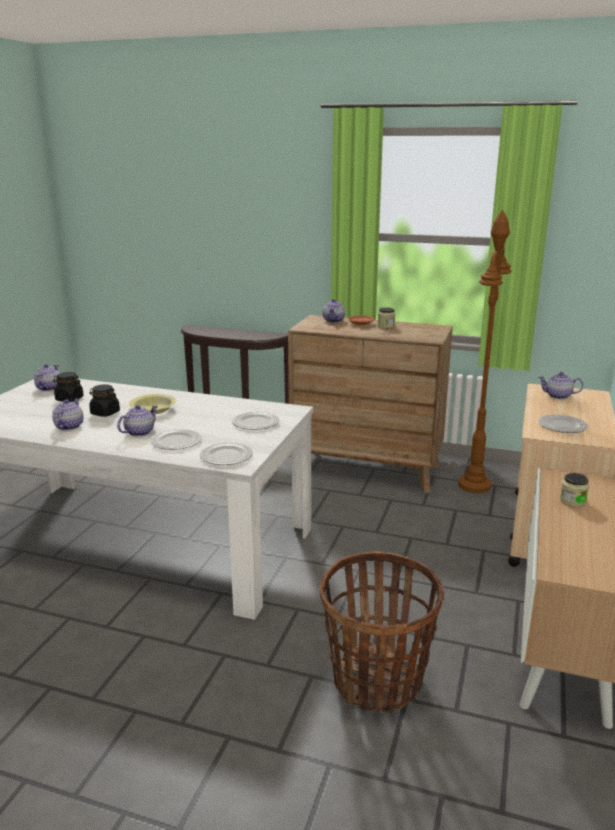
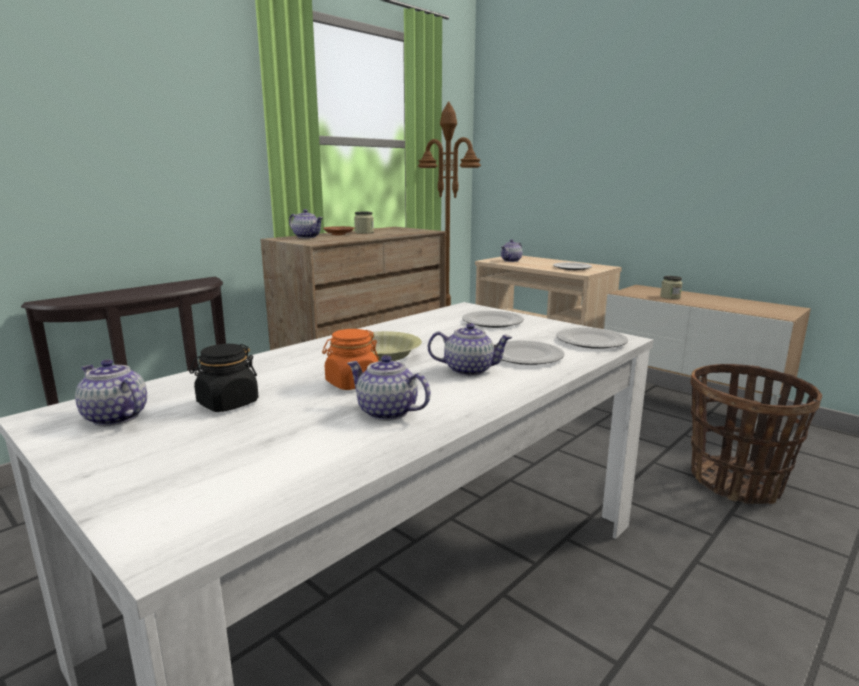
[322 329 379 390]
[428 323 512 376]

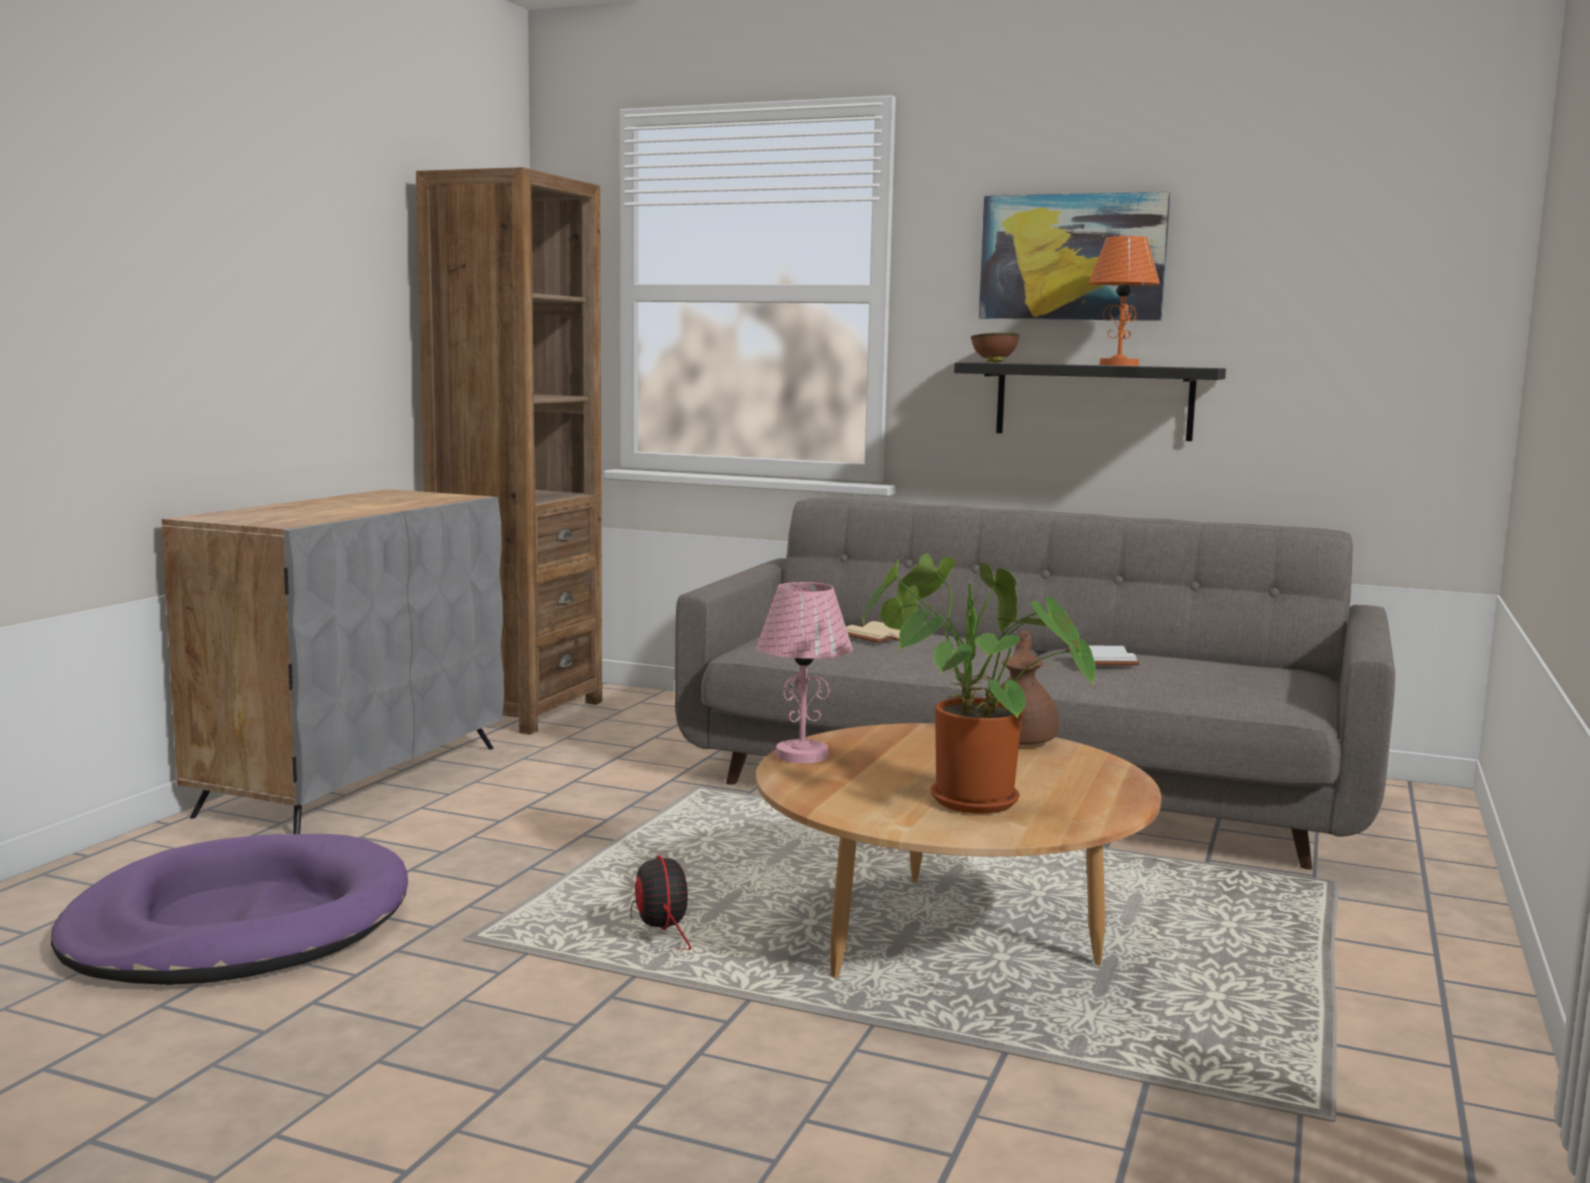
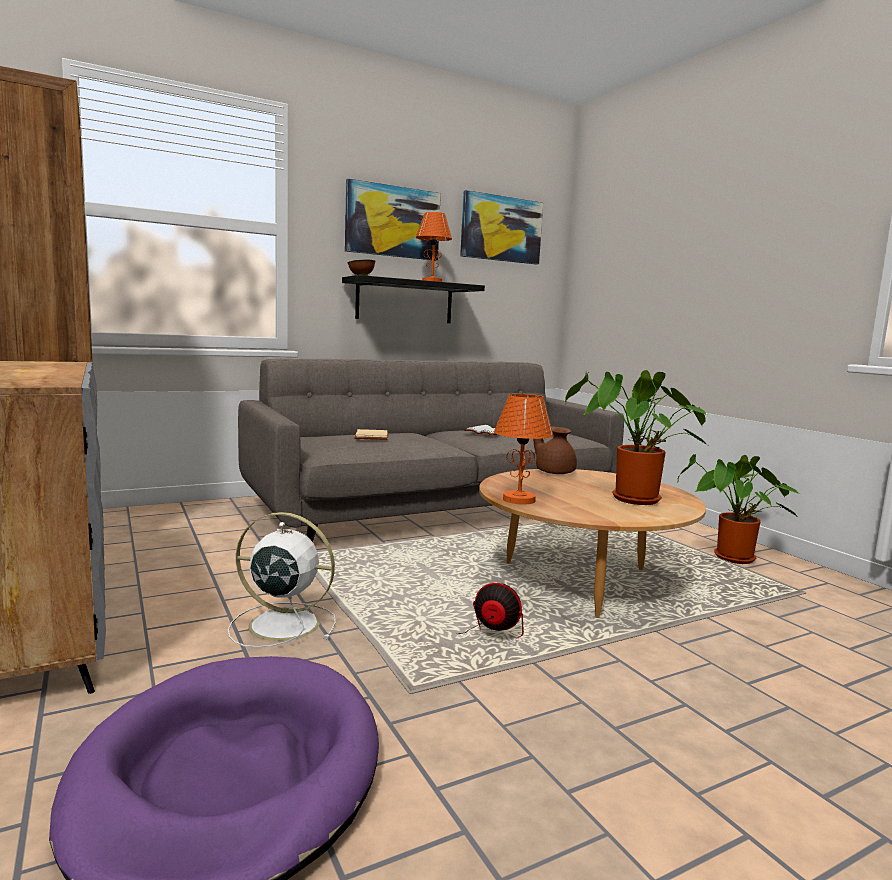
[494 394 554 504]
[460 190 543 264]
[678 454 799 564]
[228 512 336 648]

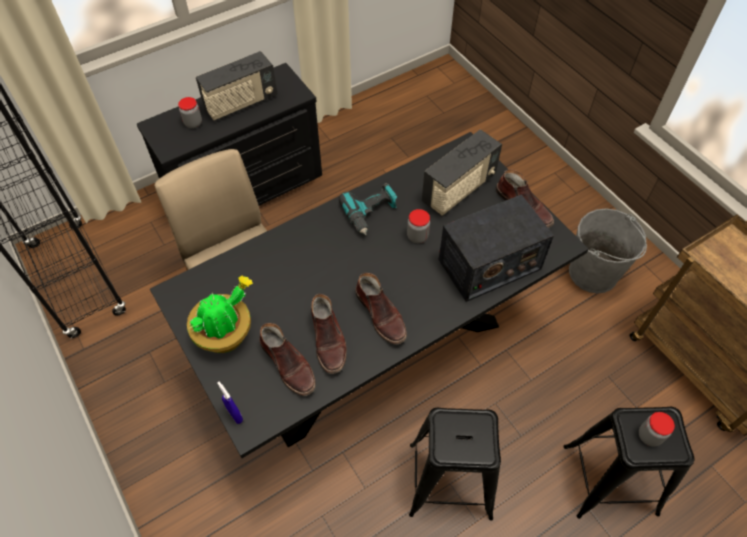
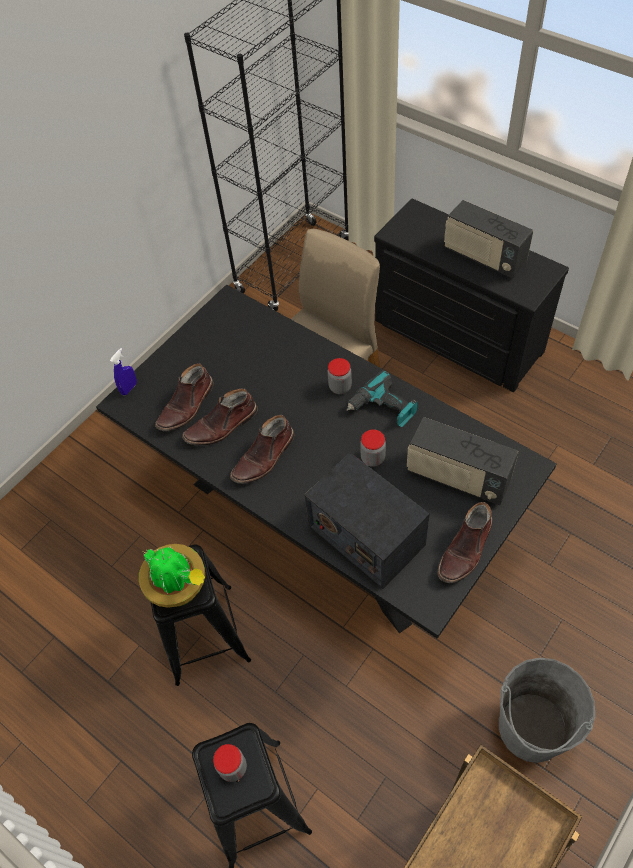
[328 358 352 394]
[139 544 205 608]

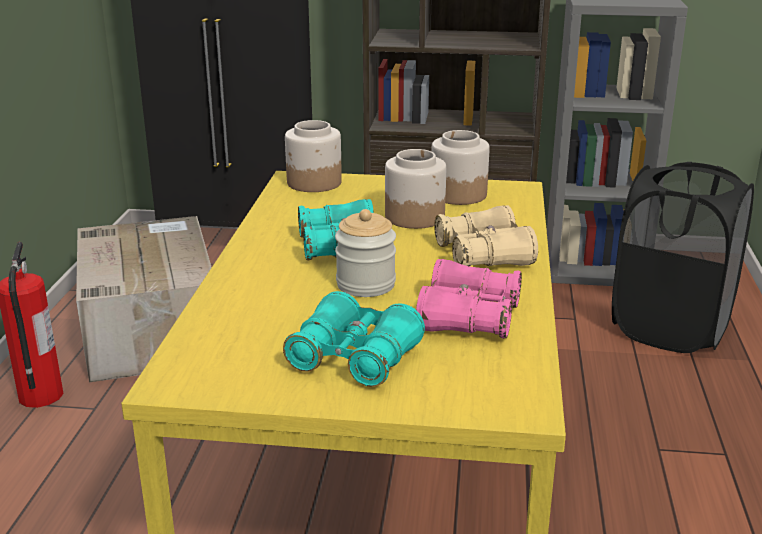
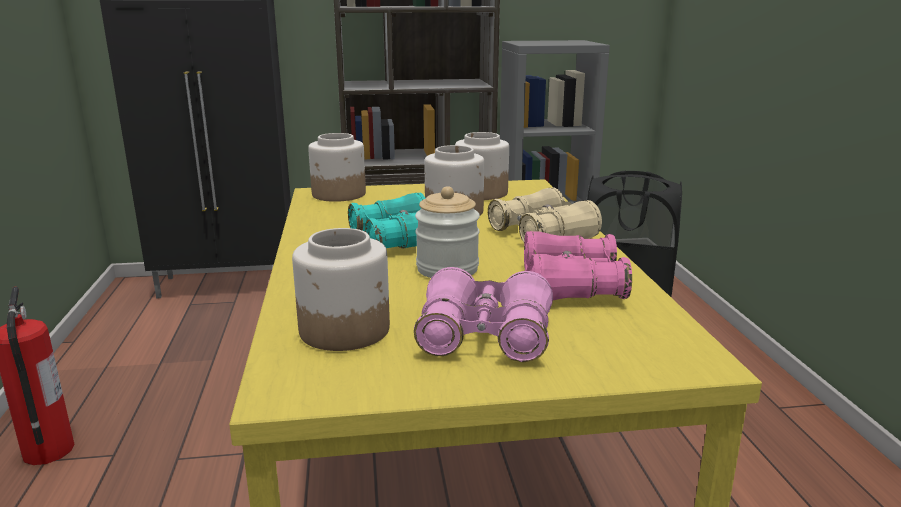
[76 216 212 382] (first image)
[414 267 553 362]
[292 228 390 351]

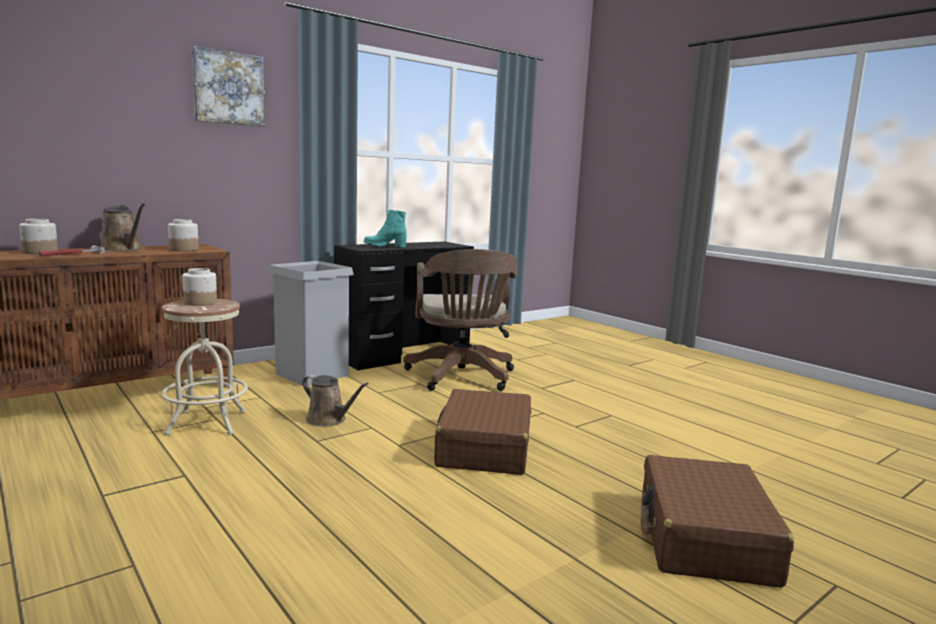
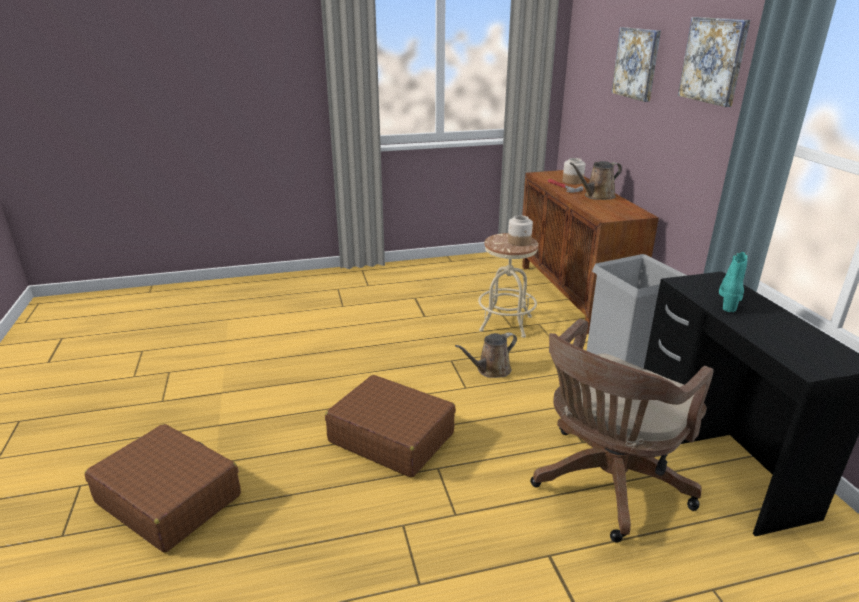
[168 219 199 251] (first image)
[530 319 714 543]
[611 27 661 102]

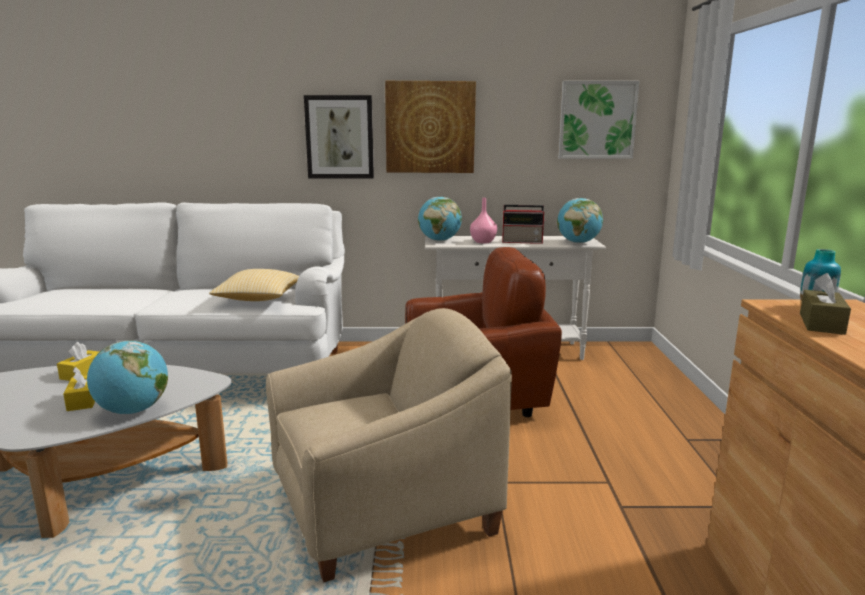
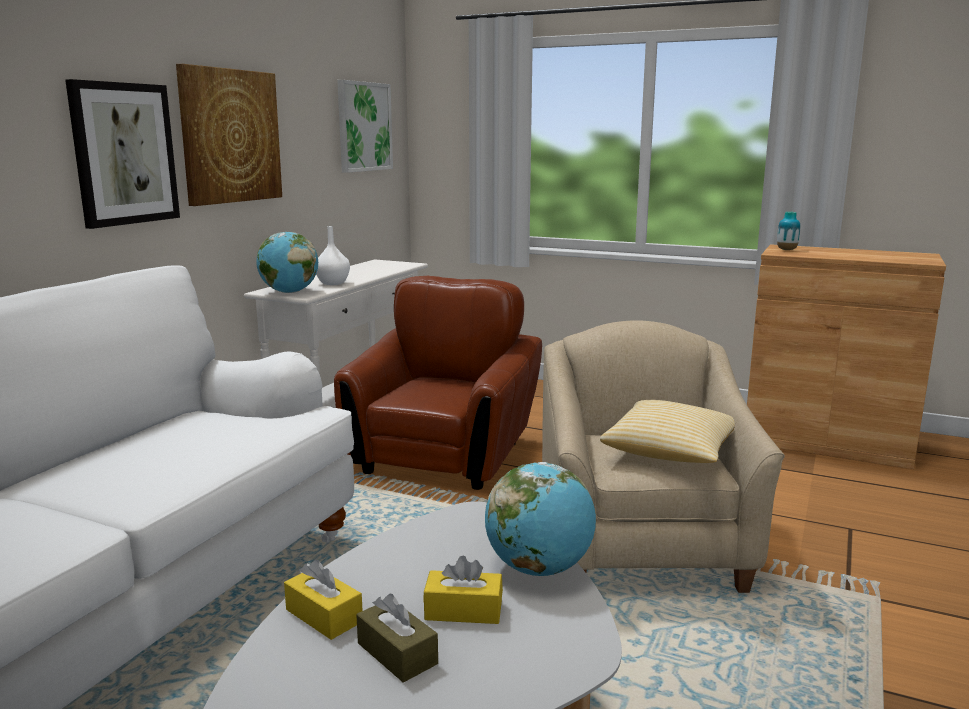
[316 226 350 285]
[557 198 603 243] (first image)
[502 205 546 244] (first image)
[600 400 735 463]
[356 594 438 683]

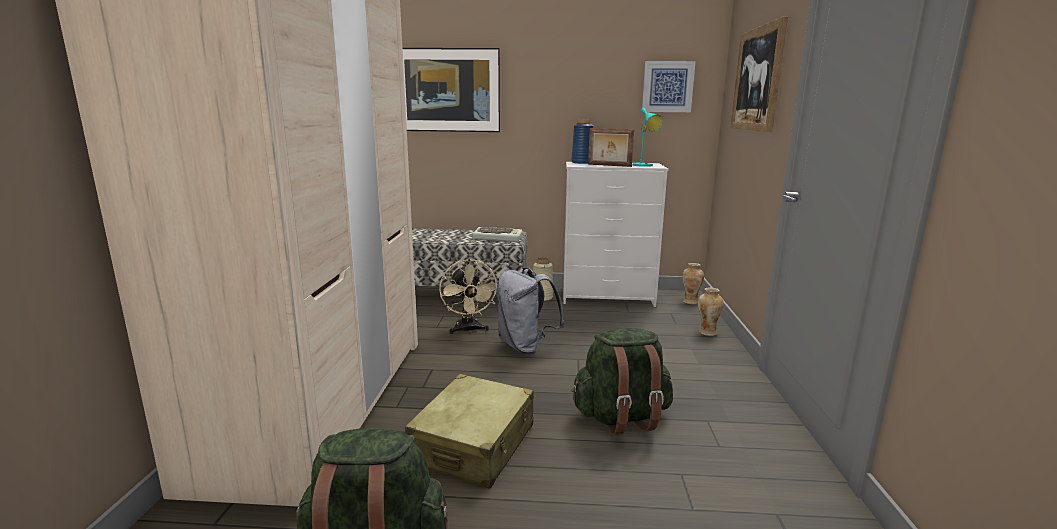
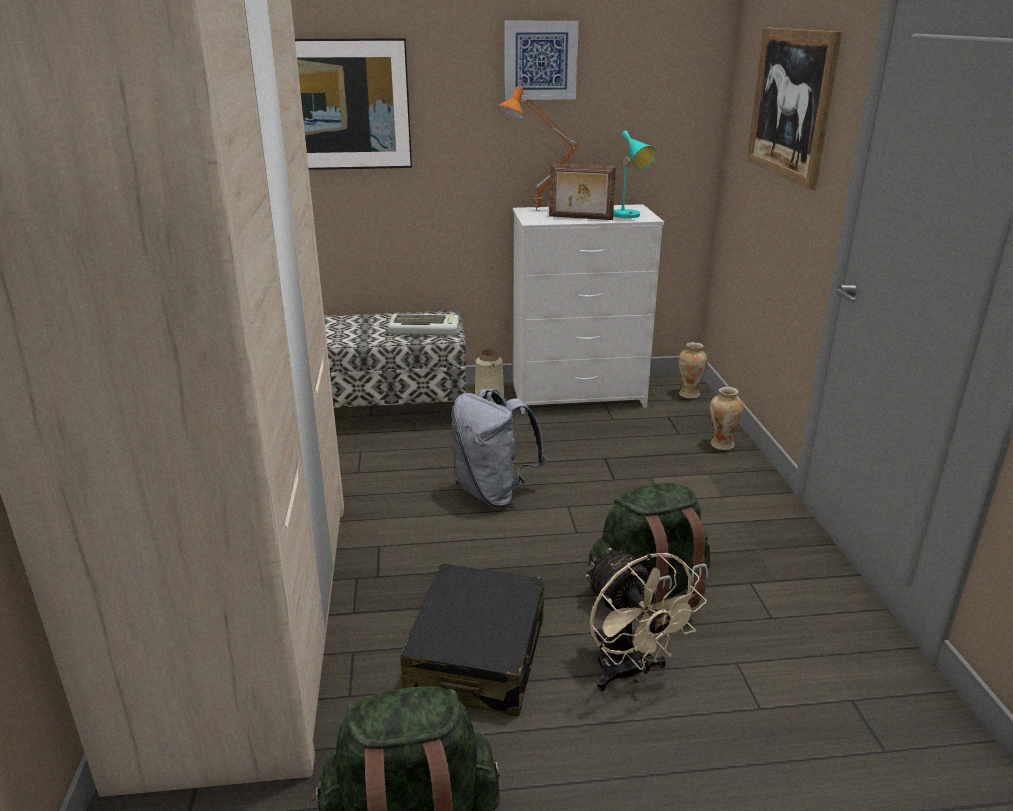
[505 21 579 100]
[497 86 579 211]
[586 548 707 691]
[400 564 545 716]

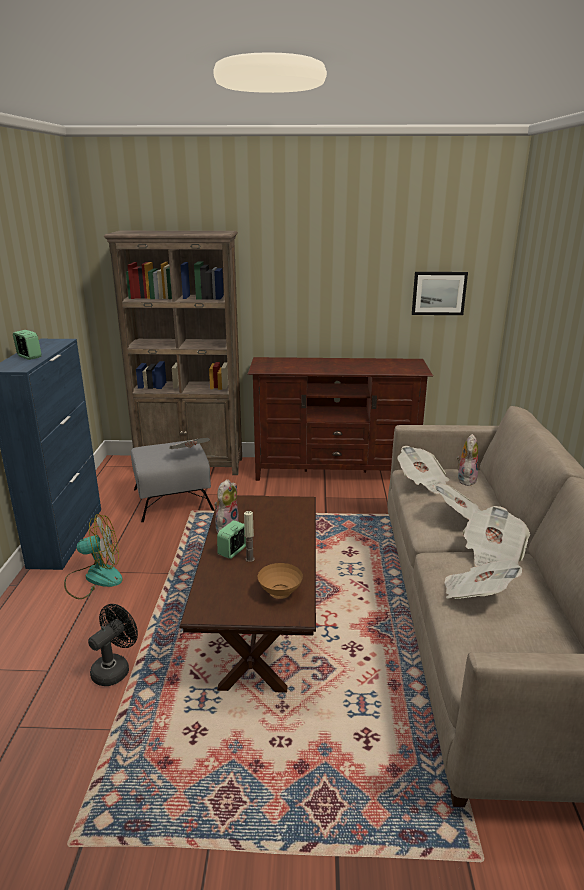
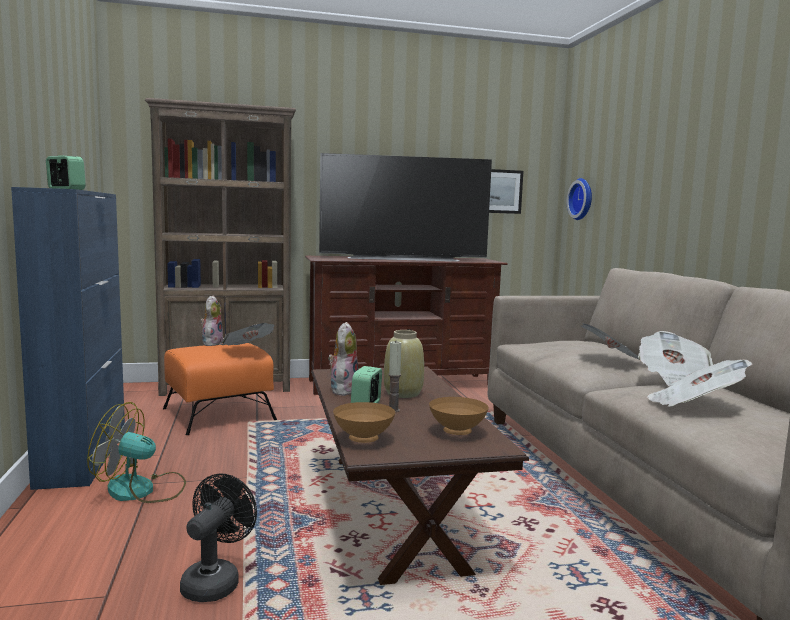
[200 296 223 346]
[163 343 277 435]
[397 446 449 494] (first image)
[87 402 186 503]
[319 153 492 261]
[567 178 592 220]
[384 330 424 398]
[333 402 395 443]

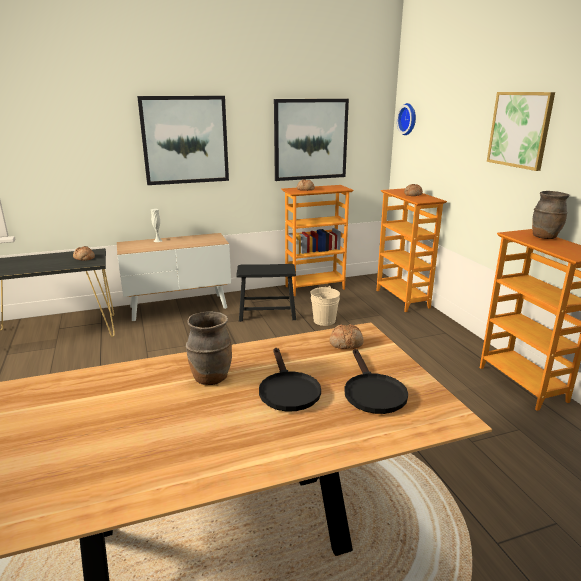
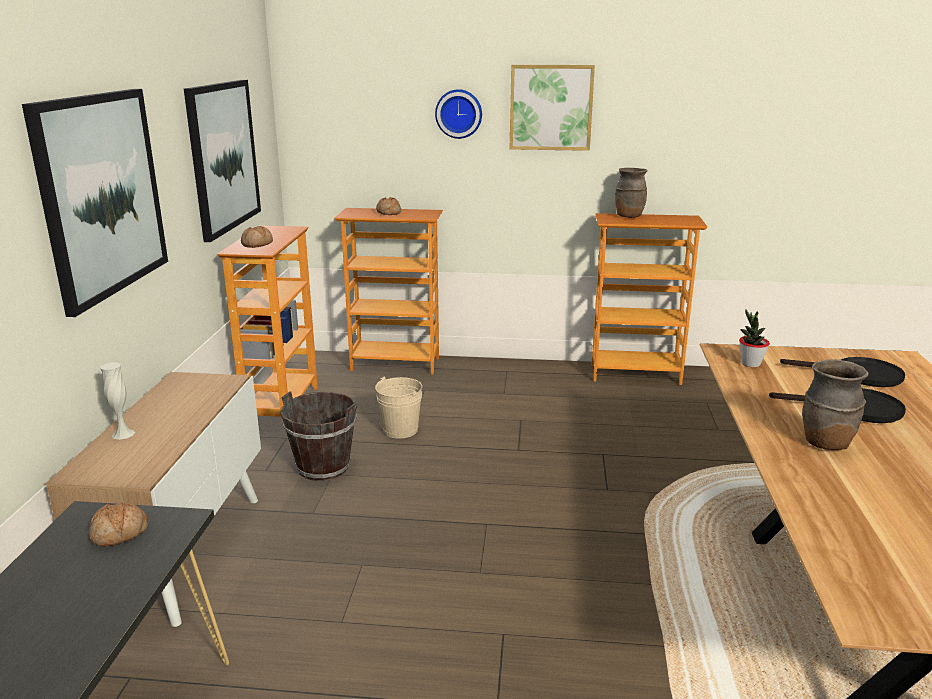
[435 89 482 139]
[280 391 357 481]
[739 309 770 367]

